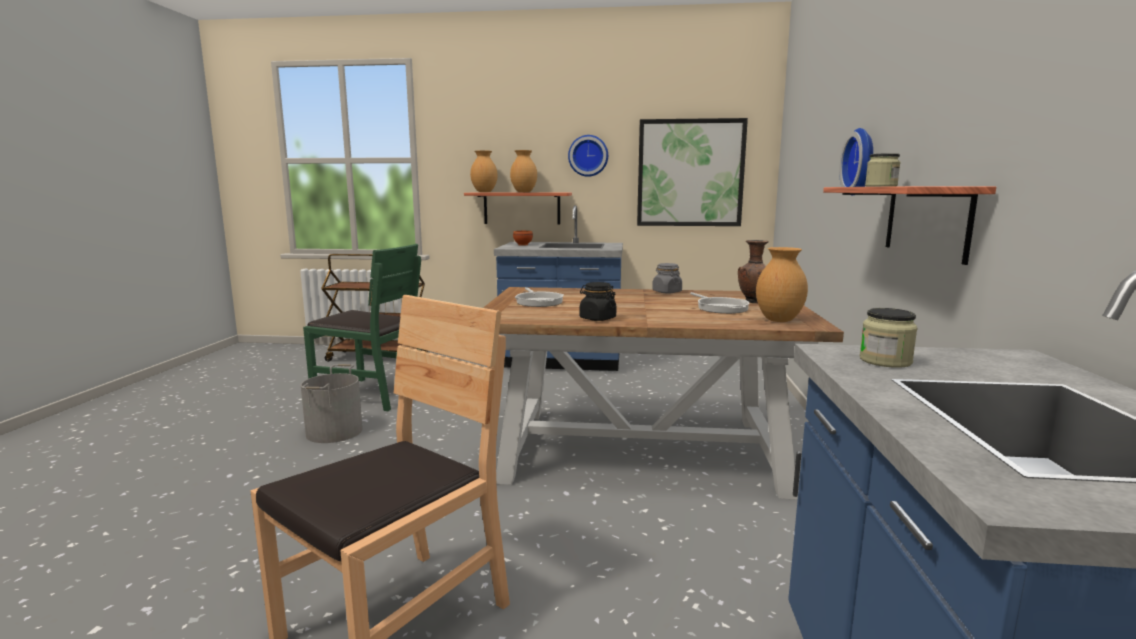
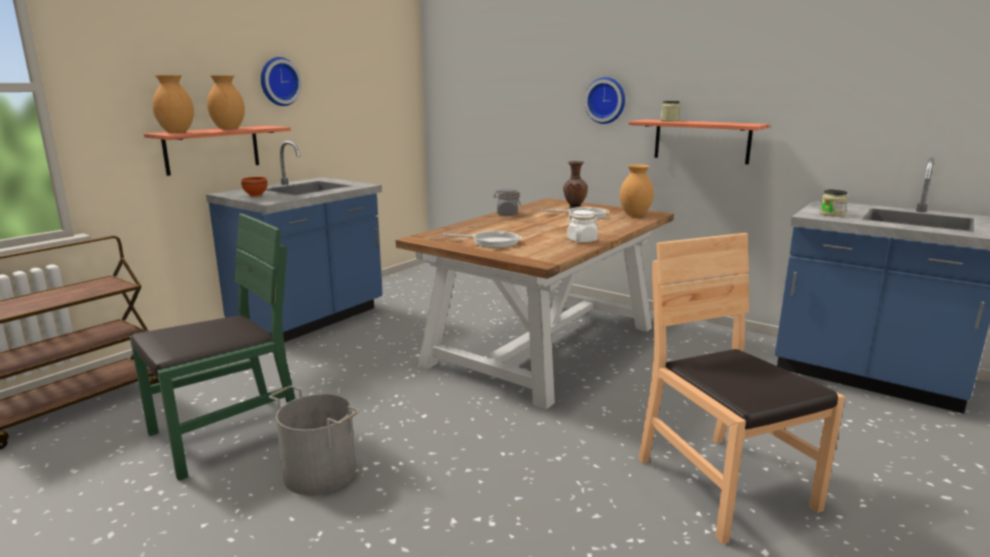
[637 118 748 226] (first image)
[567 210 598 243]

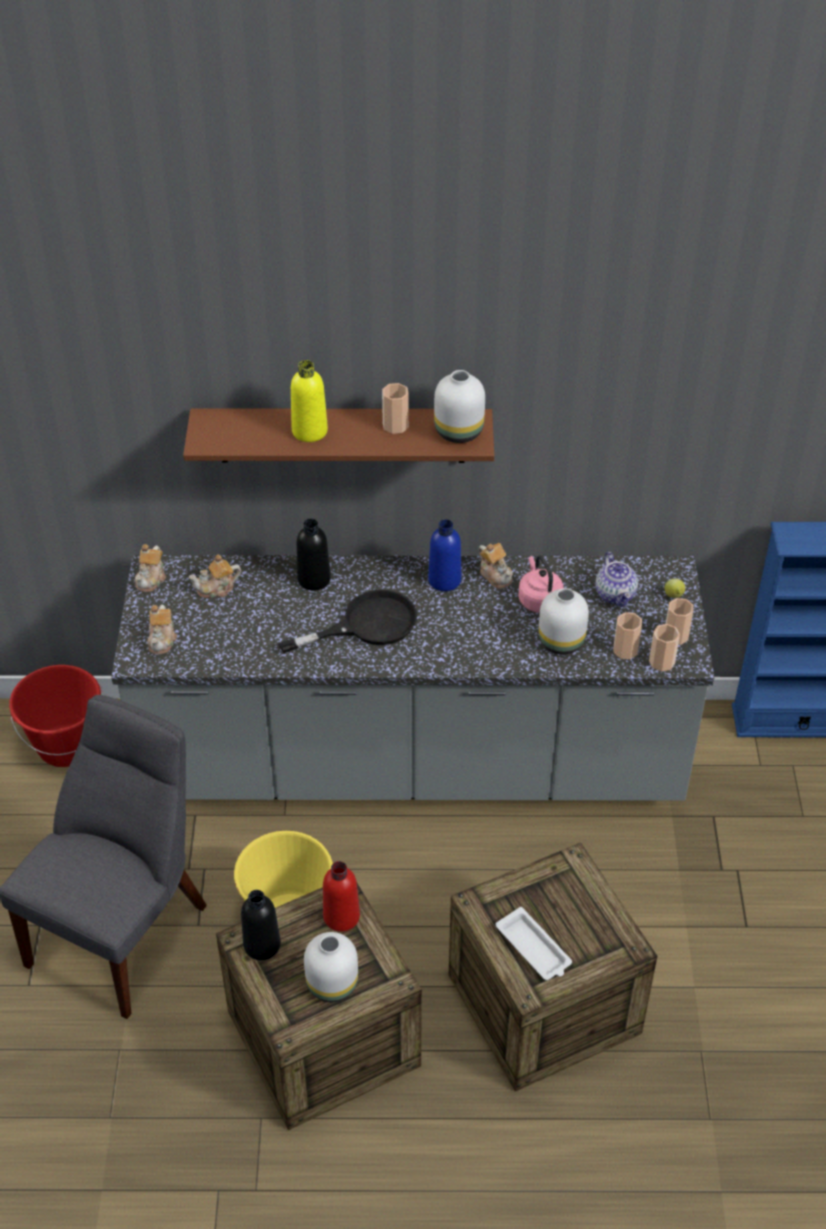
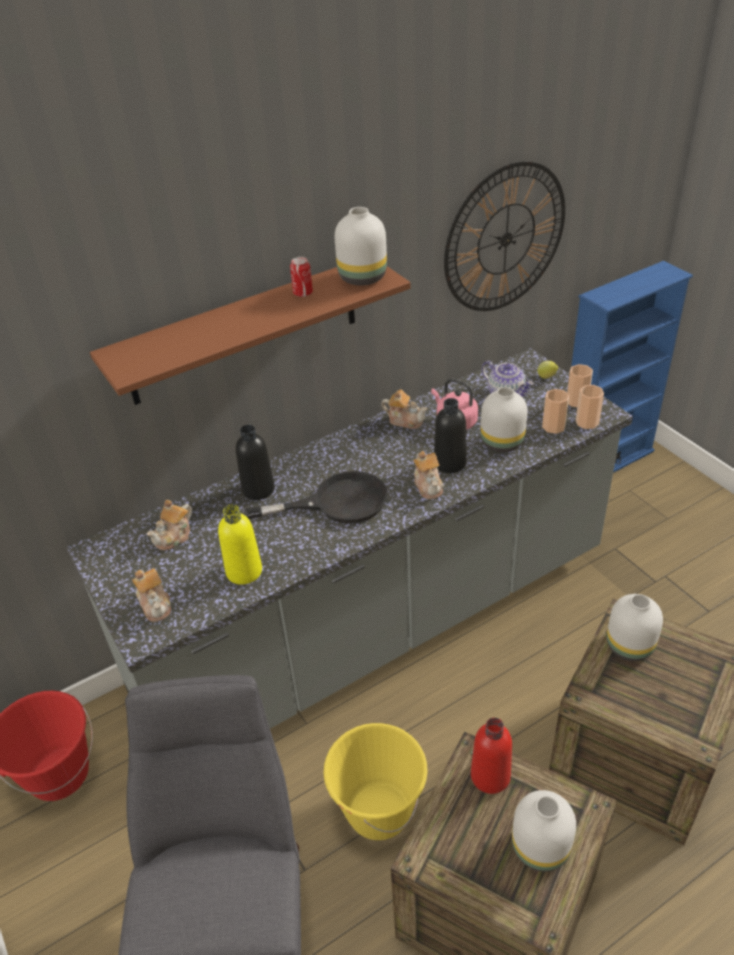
[218 505 262 585]
[290 257 313 297]
[428 519 461 591] (first image)
[413 451 444 499]
[244 471 387 524]
[434 398 467 473]
[495 907 572 980] (first image)
[444 161 565 311]
[607 594 663 661]

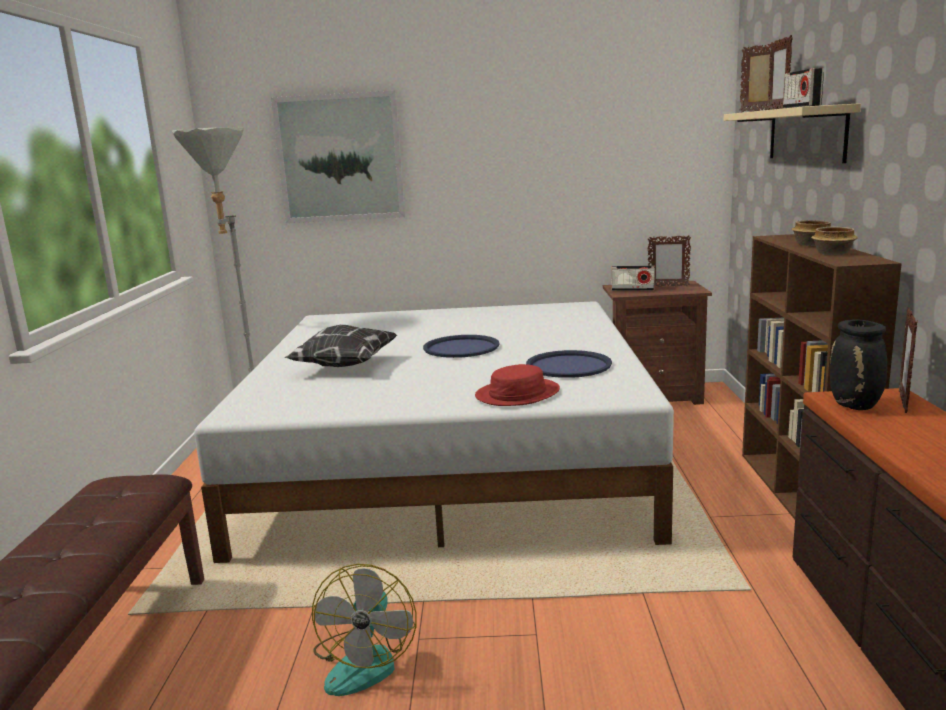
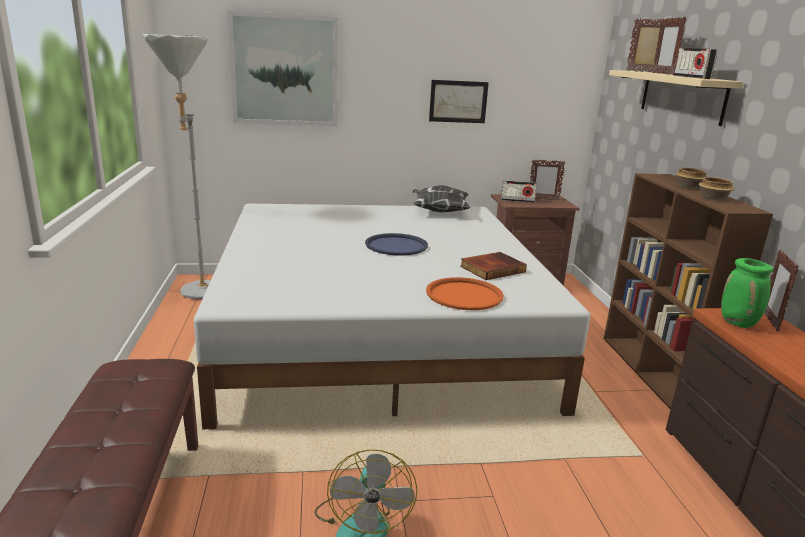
[721 258 773 328]
[413 185 471 212]
[460 252 527 280]
[426 277 504 310]
[429 80 489 123]

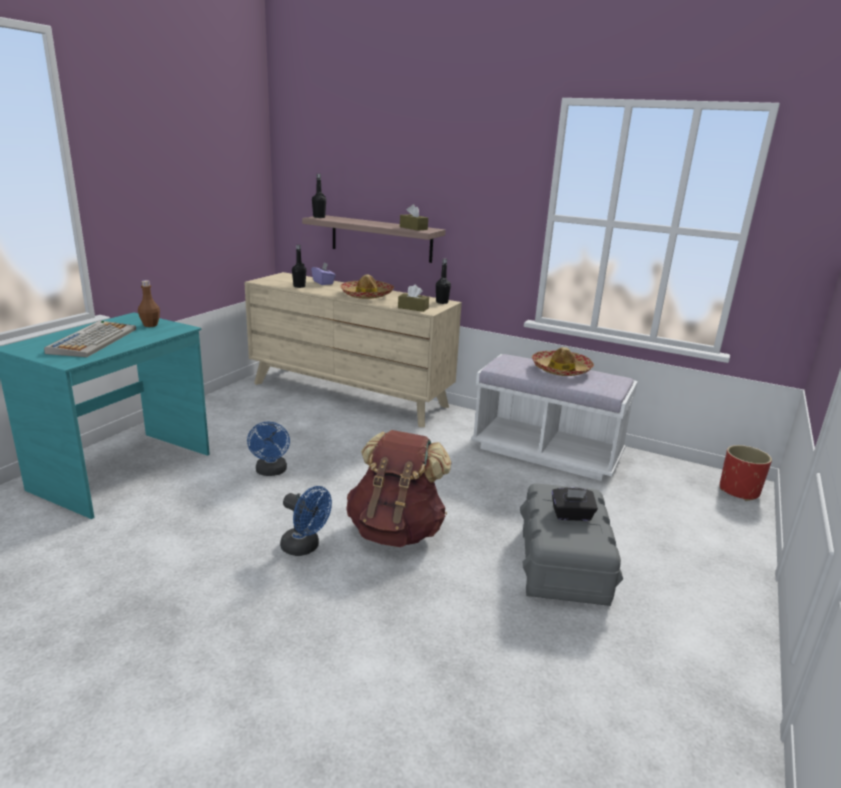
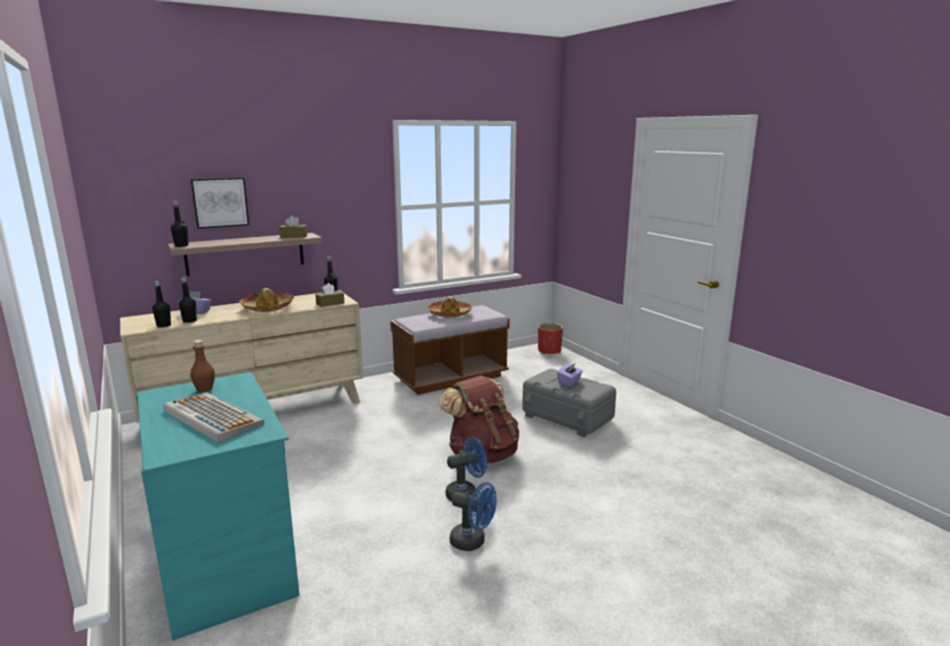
[390 305 510 395]
[450 483 497 551]
[557 363 583 387]
[191 177 249 229]
[152 281 171 328]

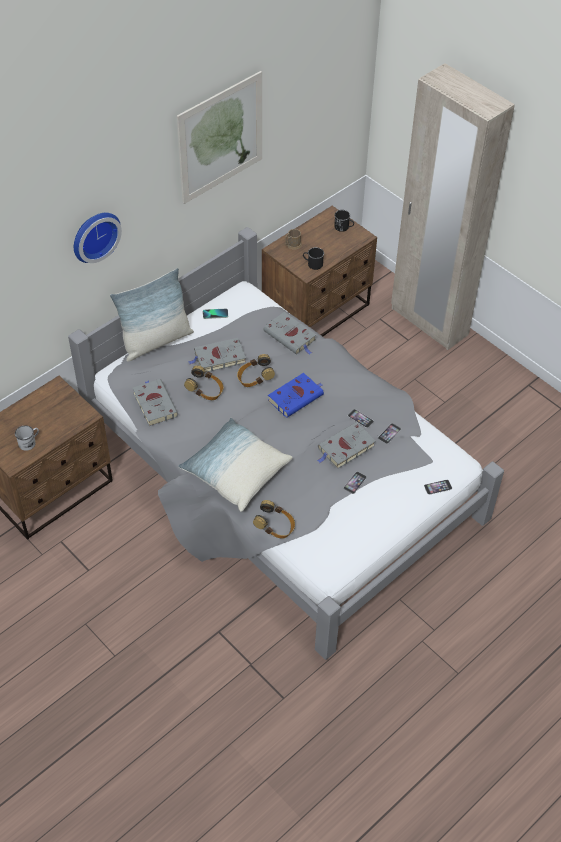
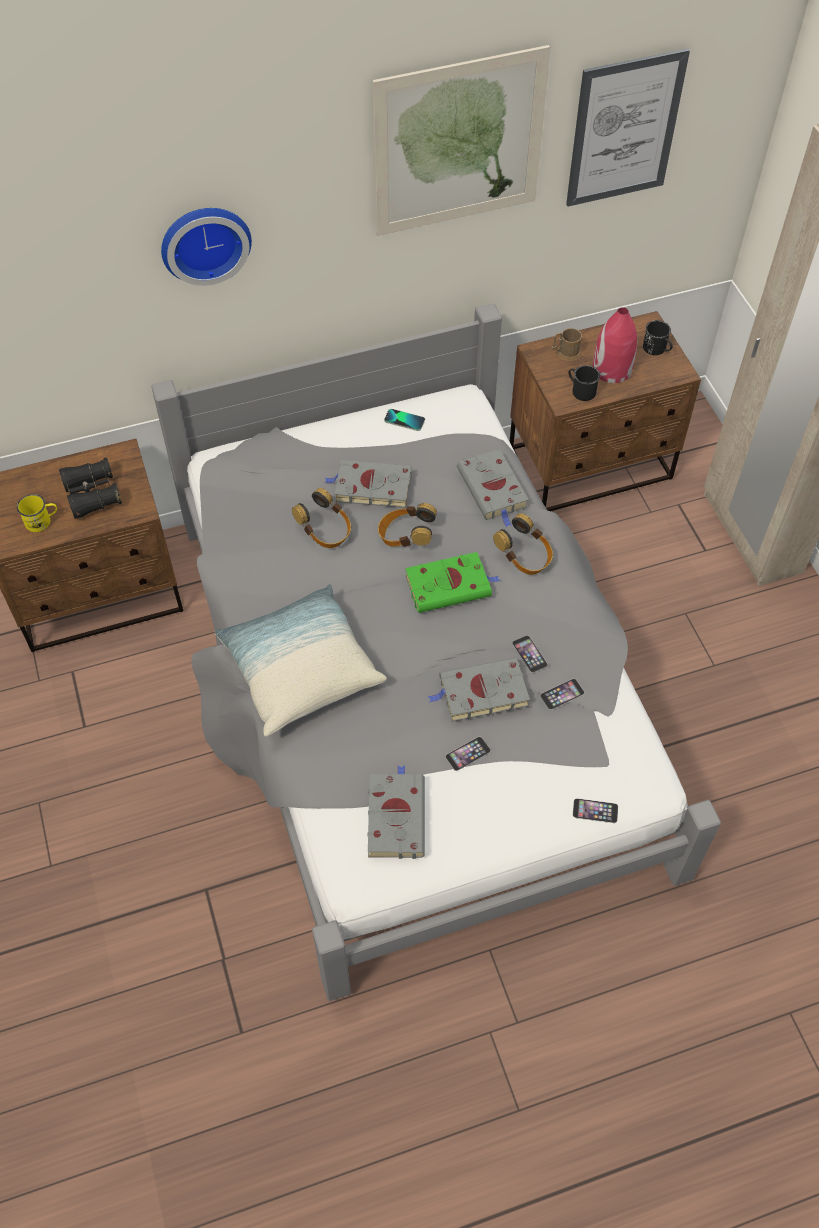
[110 268 194 361] (first image)
[405 552 501 613]
[367 766 425 859]
[17 494 57 532]
[493 513 553 575]
[566 48 690 206]
[593 307 637 383]
[59 457 122 519]

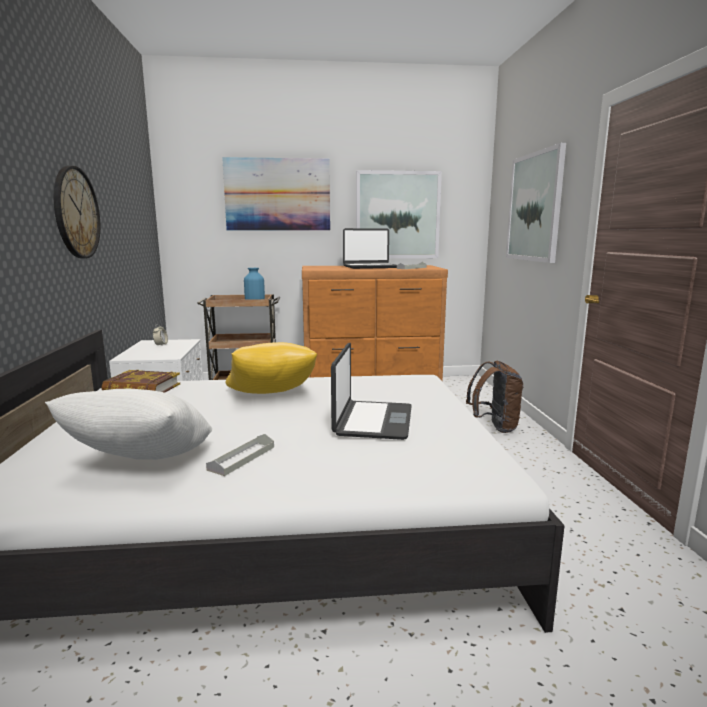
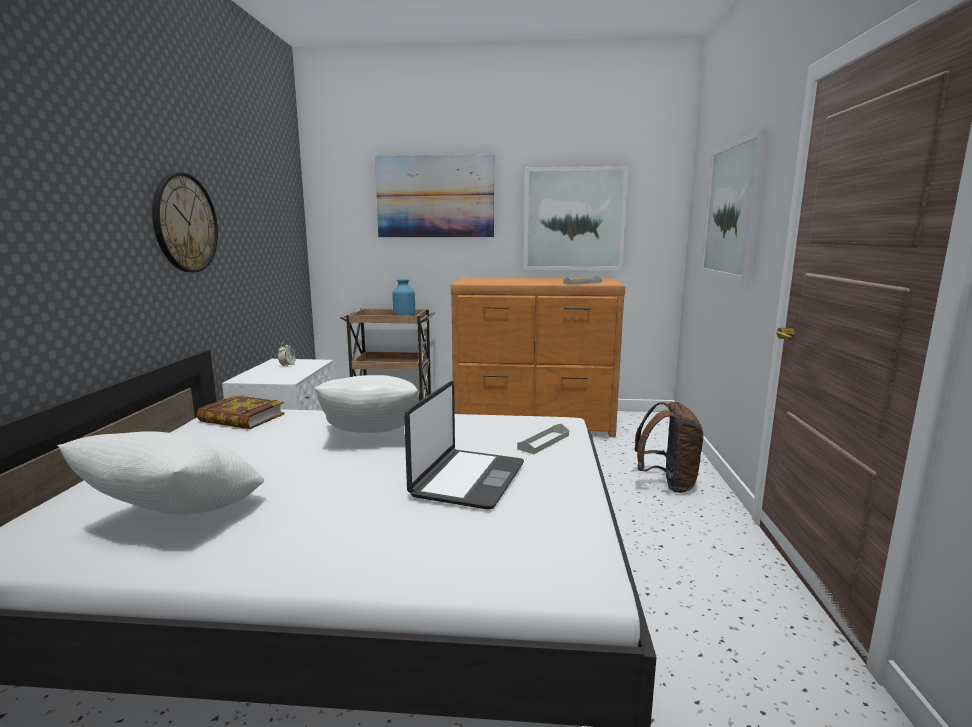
[343 228 397 269] (first image)
[314 375 419 433]
[517 424 569 454]

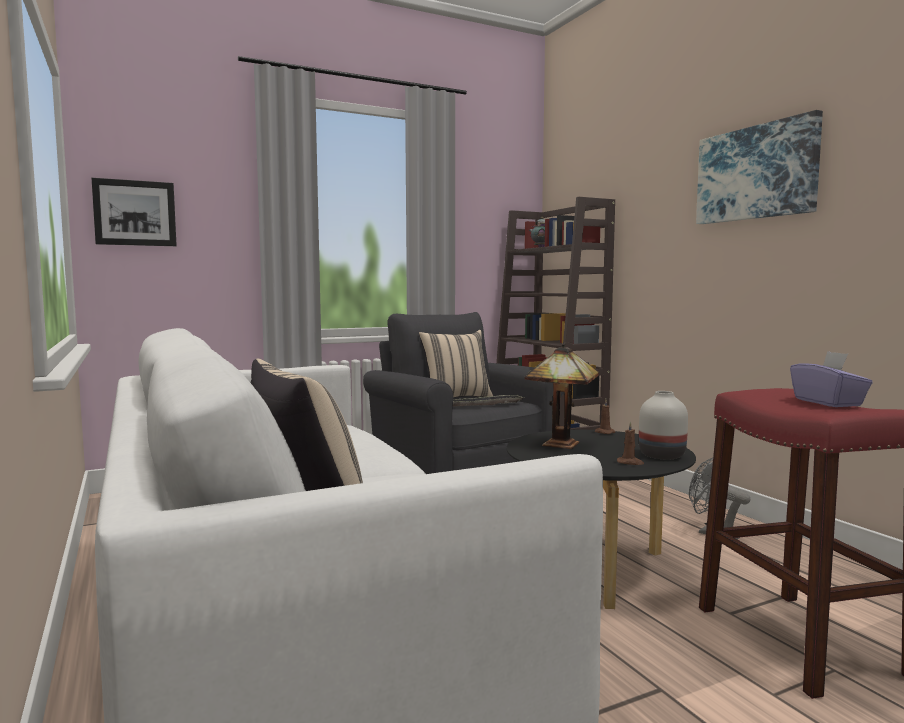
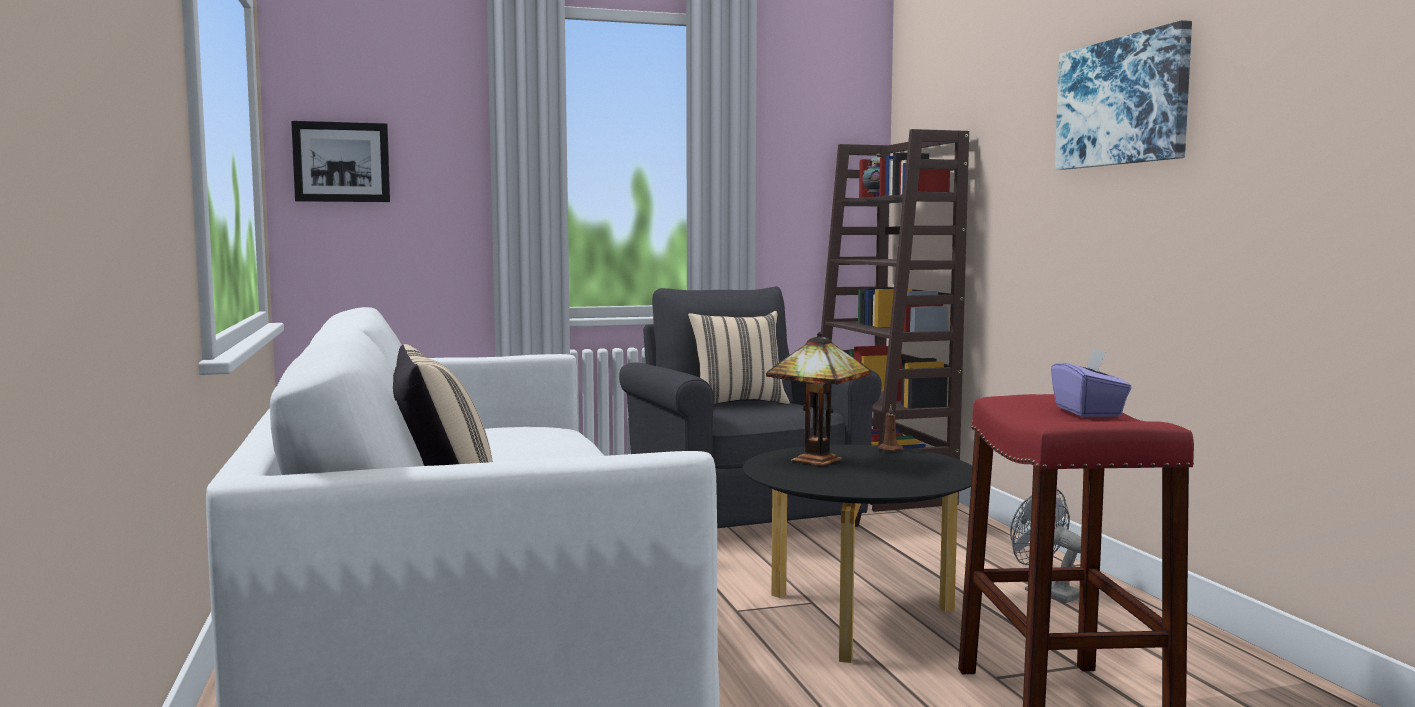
[639 391 688 459] (first image)
[453 395 524 407] (first image)
[617 421 644 465] (first image)

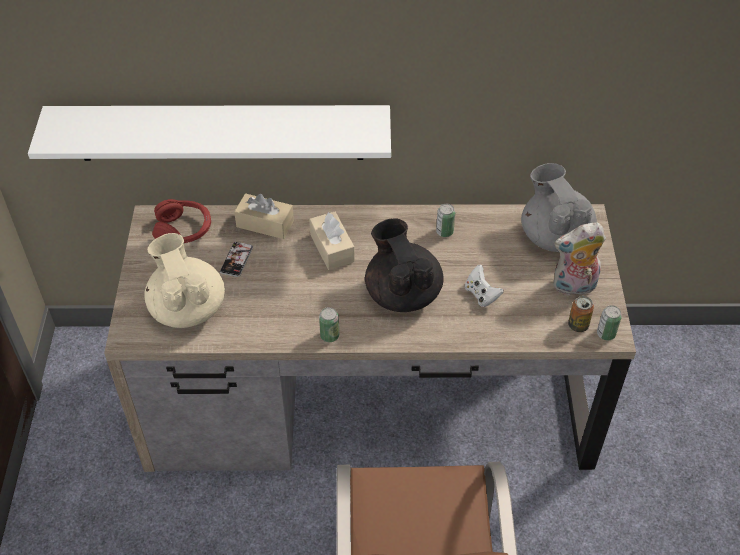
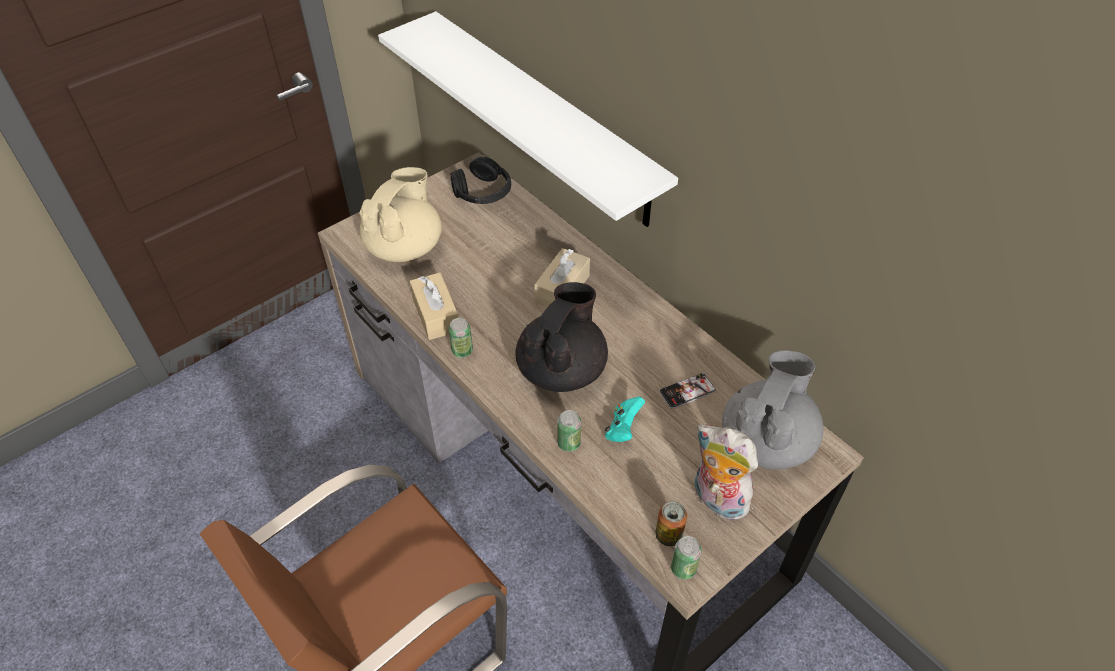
[410 273 459 340]
[450 157 511 204]
[557 410 581 452]
[659 373 716 409]
[605 397 645 442]

